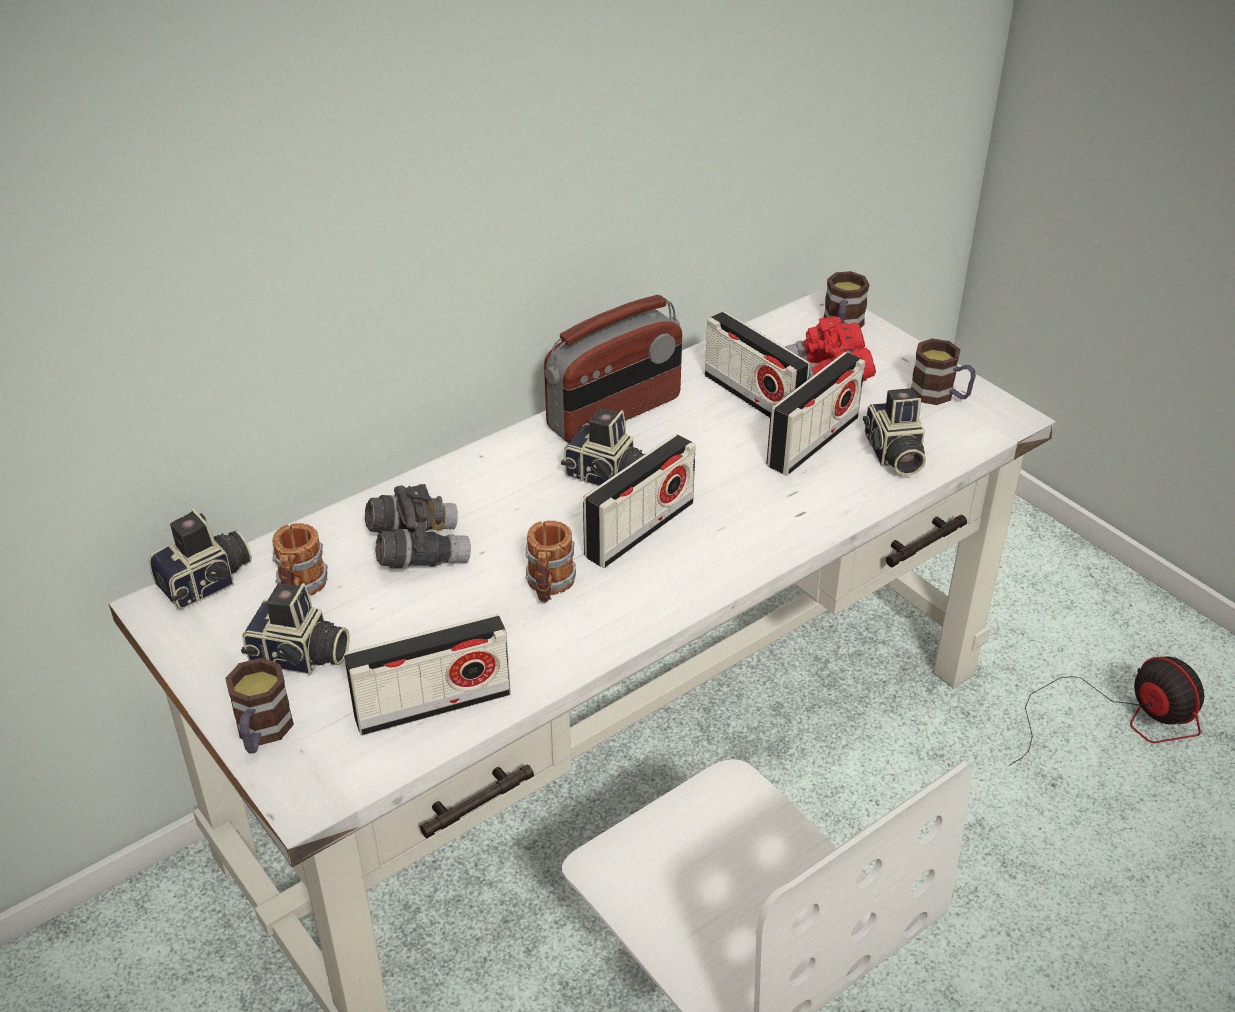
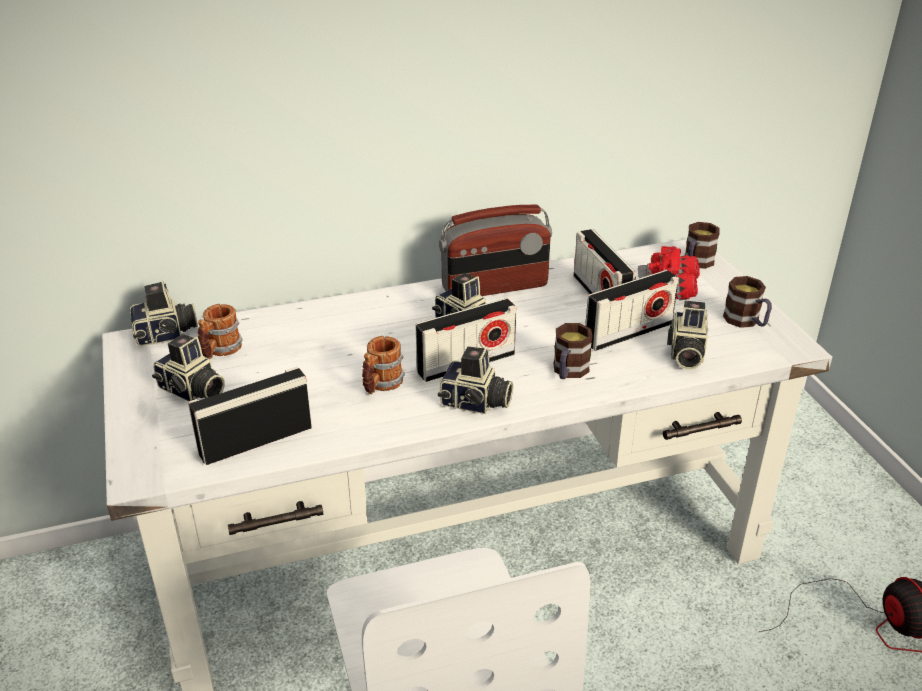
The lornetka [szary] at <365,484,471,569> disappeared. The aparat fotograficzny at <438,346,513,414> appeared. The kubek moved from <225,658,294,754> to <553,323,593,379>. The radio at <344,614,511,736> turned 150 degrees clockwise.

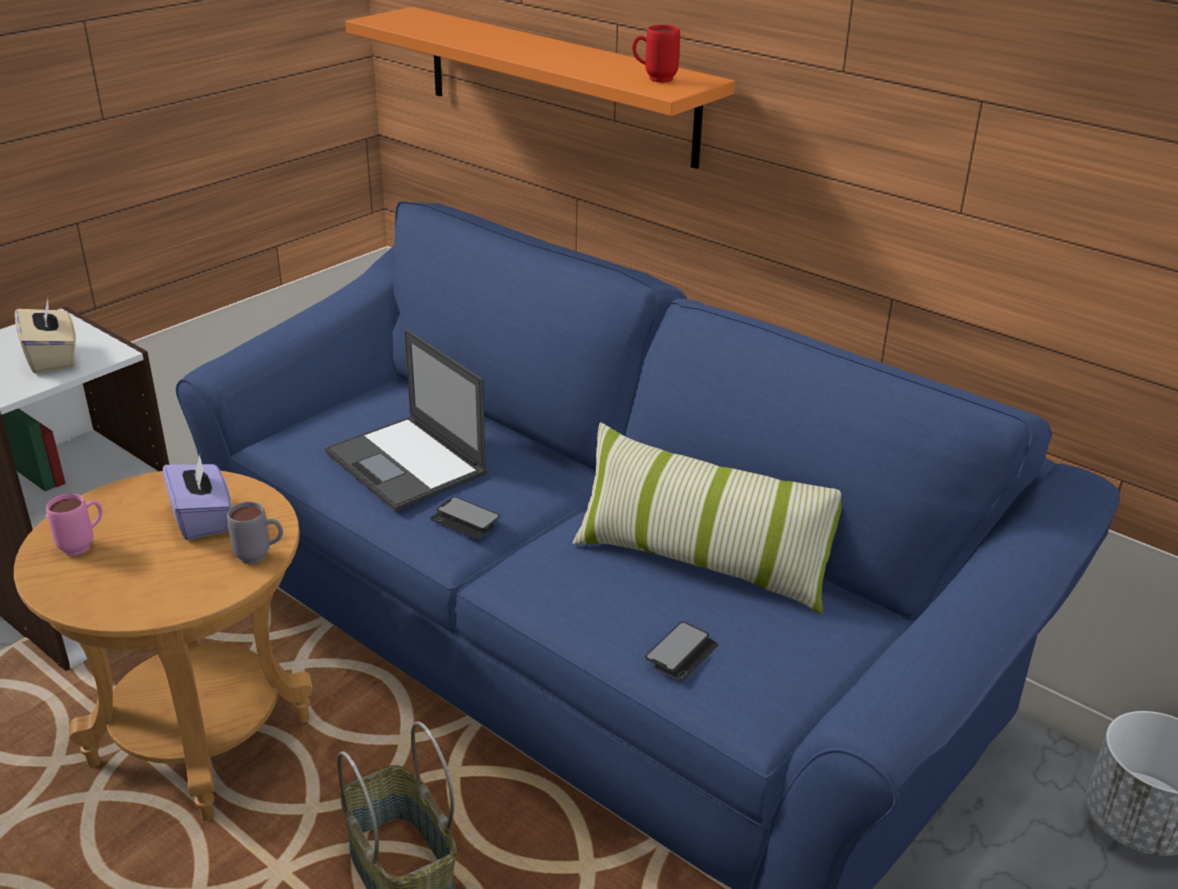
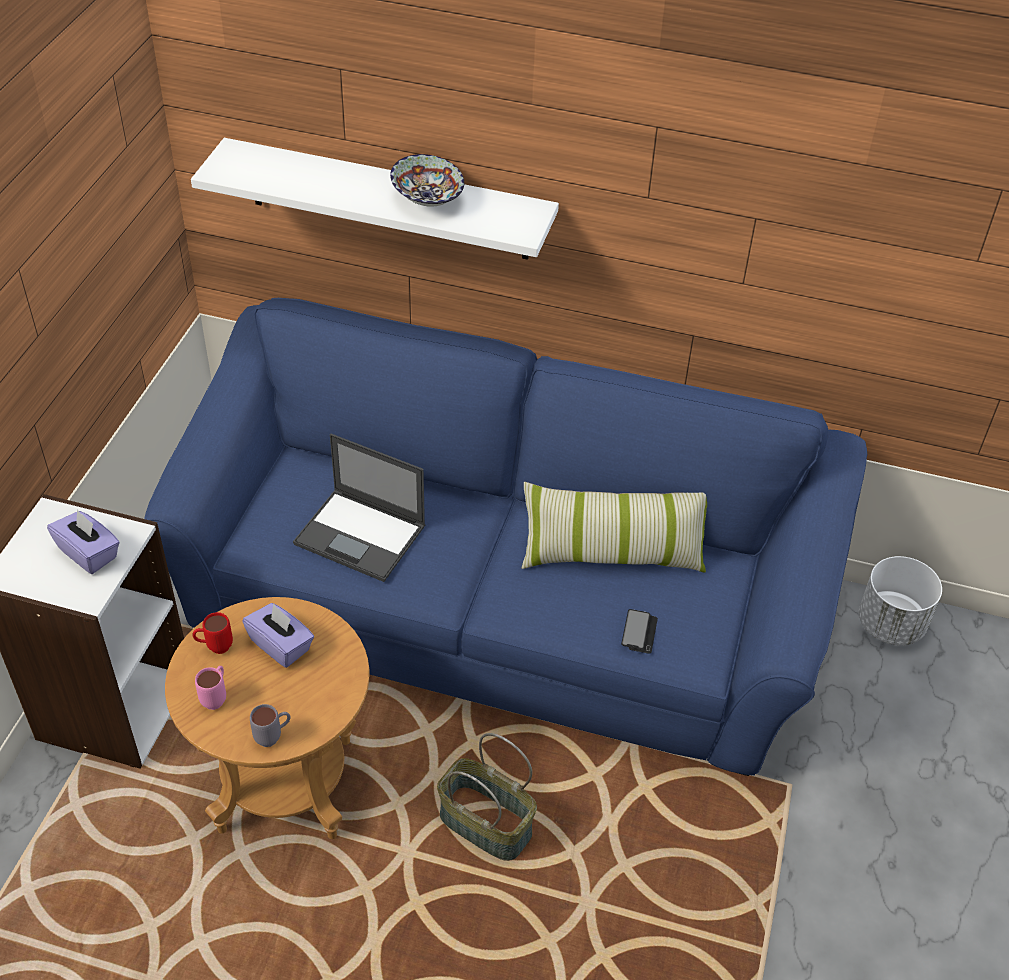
The telefon at <430,496,500,539> disappeared. The miska at <390,154,464,207> appeared. The kubek [szary] moved from <227,502,283,564> to <250,704,290,747>. The kubek [czerwony] moved from <632,25,680,82> to <192,612,233,654>. The pudełko chusteczek [beżowy] at <15,299,76,374> became the pudełko chusteczek [fioletowy] at <47,509,120,574>. The półka [pomarańczowy] at <345,7,735,169> became the półka [biały] at <191,138,559,260>.

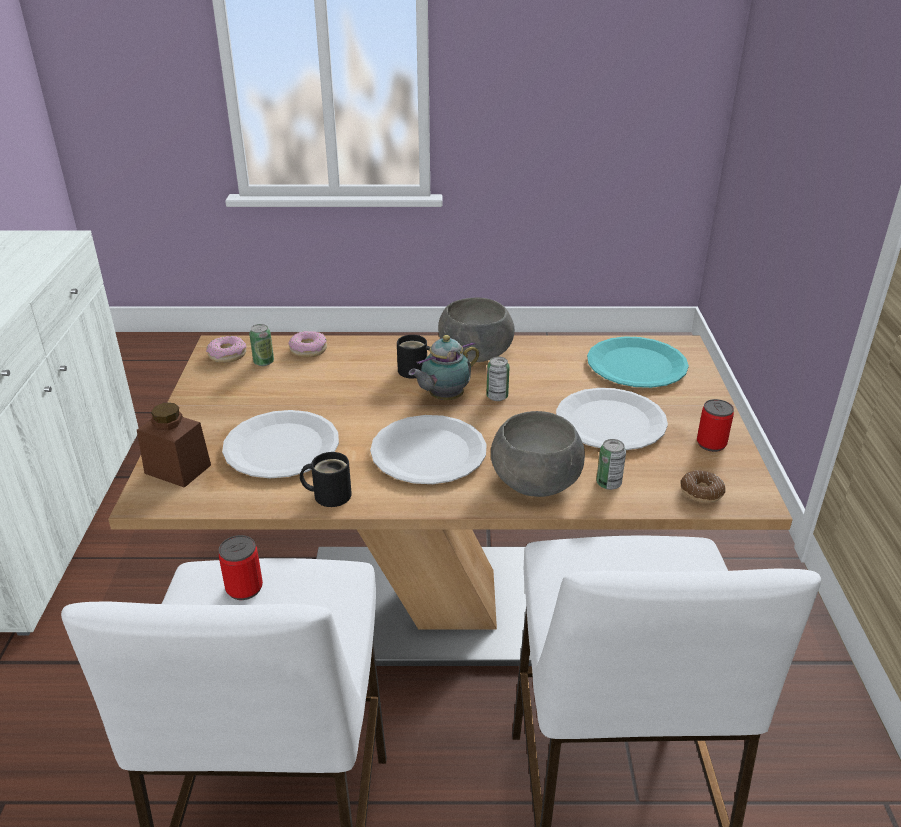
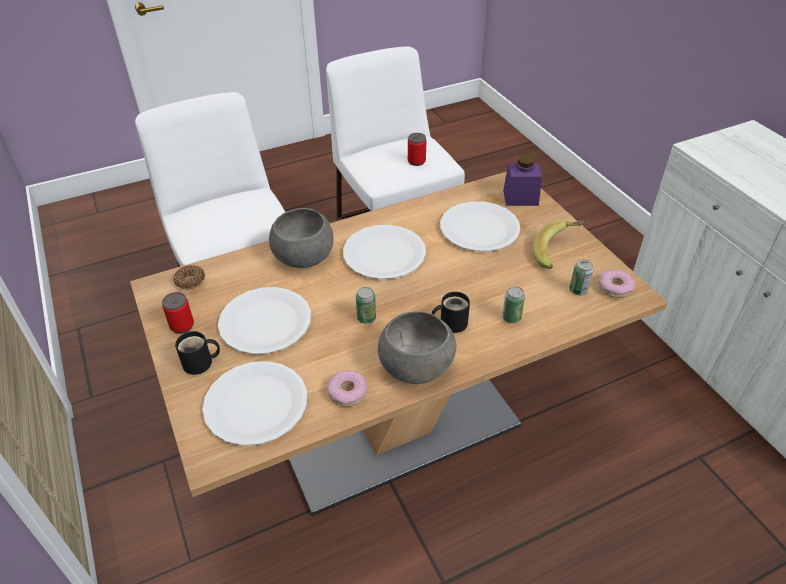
The imbryk at <409,335,479,400> disappeared. The banan at <533,220,588,269> appeared. The donut moved from <289,331,327,357> to <327,370,367,407>. The kubek [czarny] moved from <300,452,352,507> to <175,331,220,375>. The puszka moved from <596,439,626,490> to <502,286,525,323>. The słoik [brązowy] at <137,403,211,488> became the słoik [fioletowy] at <503,155,542,206>. The talerz [turkusowy] at <587,336,689,388> became the talerz [biały] at <202,361,307,446>.

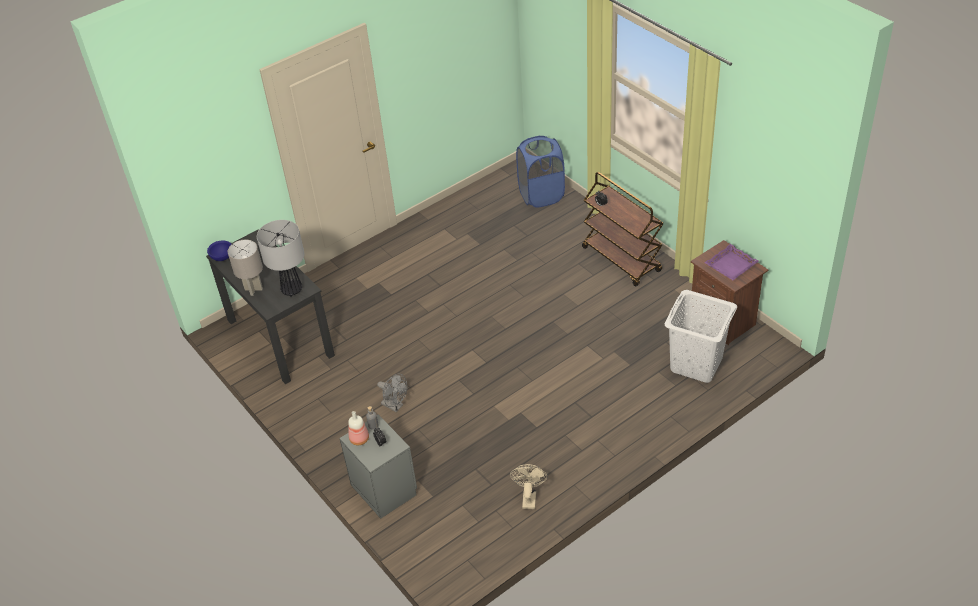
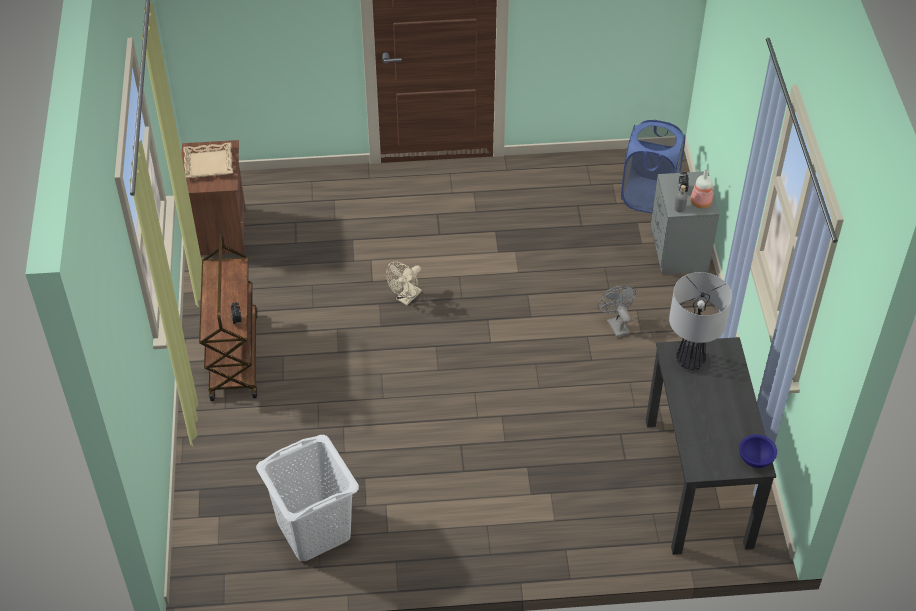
The lampa stołowa [szary] at <228,239,263,296> disappeared. The wentylator [beżowy] moved from <510,464,548,509> to <386,262,422,305>. The kosz na pranie [niebieski] moved from <516,135,565,208> to <621,120,686,213>. The kosz na pranie [biały] moved from <665,290,737,383> to <256,435,359,561>. The taca [fioletowy] at <704,244,759,280> became the taca [beżowy] at <183,143,233,178>.

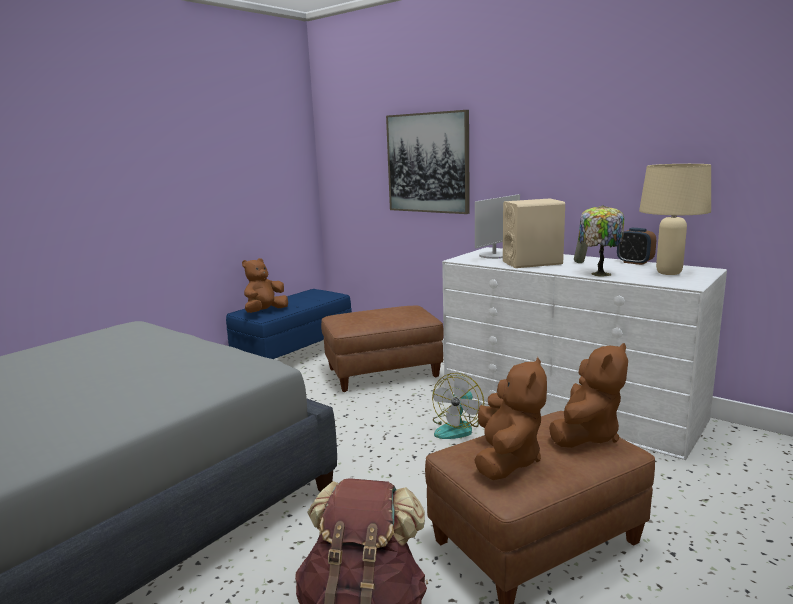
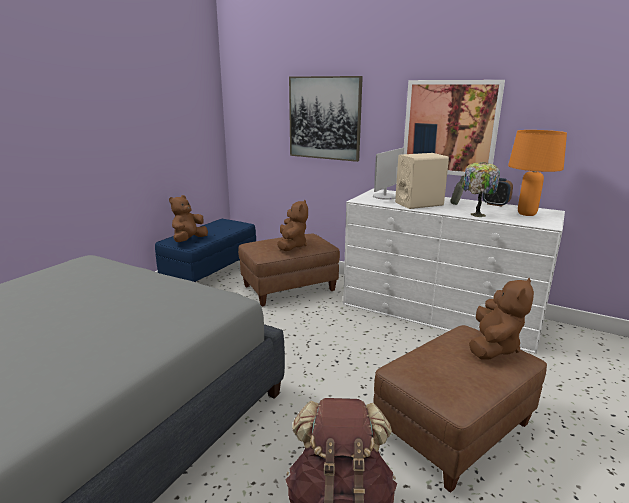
The wentylator at <432,373,484,439> disappeared. The obraz at <404,80,505,176> appeared. The pluszak [brązowy] moved from <474,357,547,480> to <277,200,308,251>. The lampa stołowa [beżowy] at <639,164,711,275> became the lampa stołowa [pomarańczowy] at <508,130,567,216>.

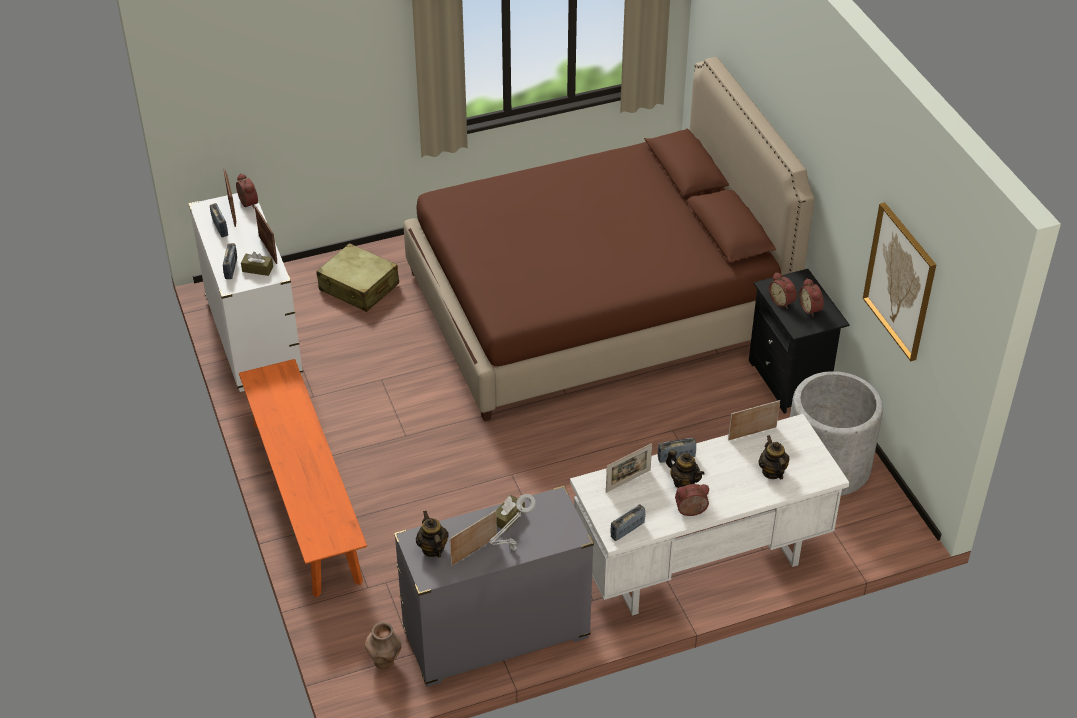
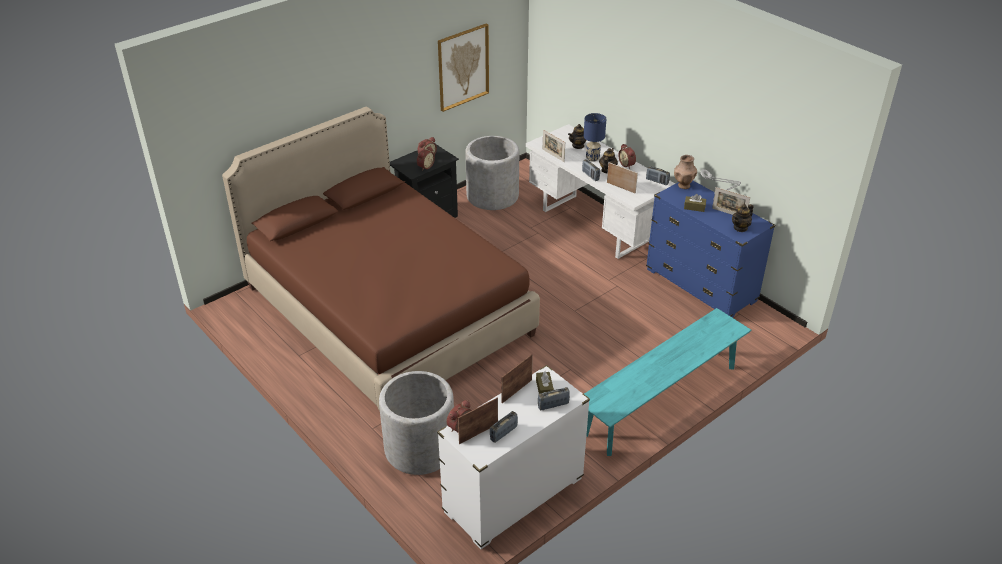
The lampa stołowa [niebieski] at <584,113,606,162> appeared. The wazon [brązowy] moved from <365,622,401,669> to <674,155,697,189>. The walizka [beżowy] at <316,243,399,312> was replaced by the donica [szary] at <379,371,454,475>. The ławka [pomarańczowy] at <239,359,367,597> became the ławka [turkusowy] at <584,308,751,456>. The komoda [szary] at <394,486,594,687> became the komoda [niebieski] at <646,181,775,318>.

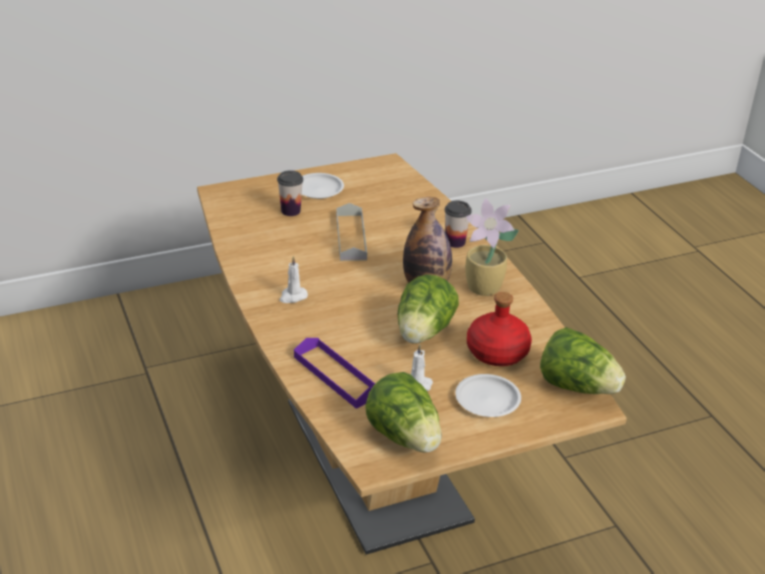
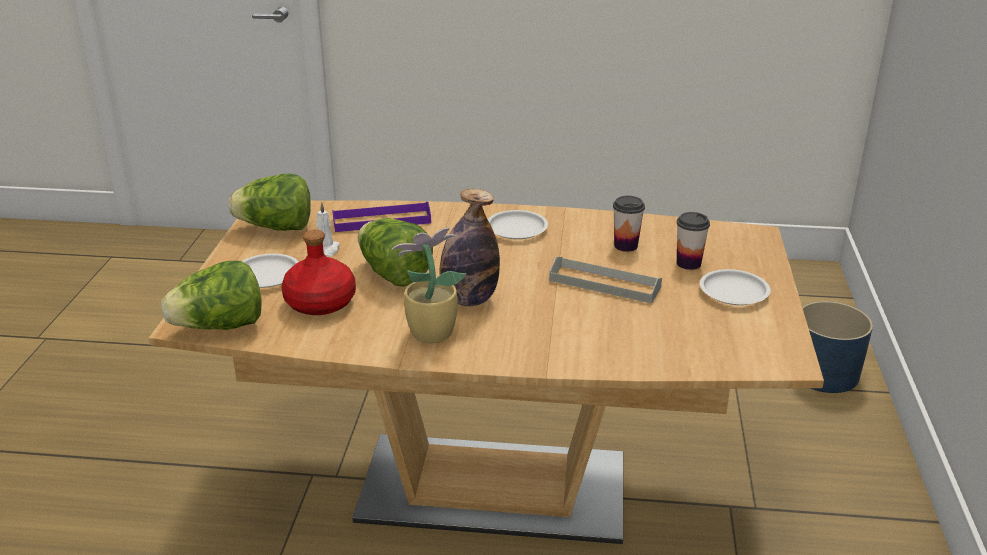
The donica [niebieski] at <802,301,873,393> appeared. The filiżanka moved from <445,201,472,248> to <613,196,645,252>. The świeca [biały] at <280,256,308,303> was replaced by the talerz [biały] at <488,210,548,239>.

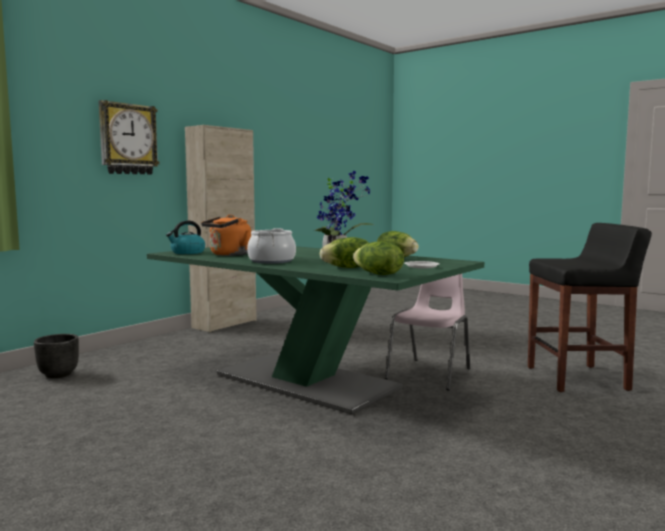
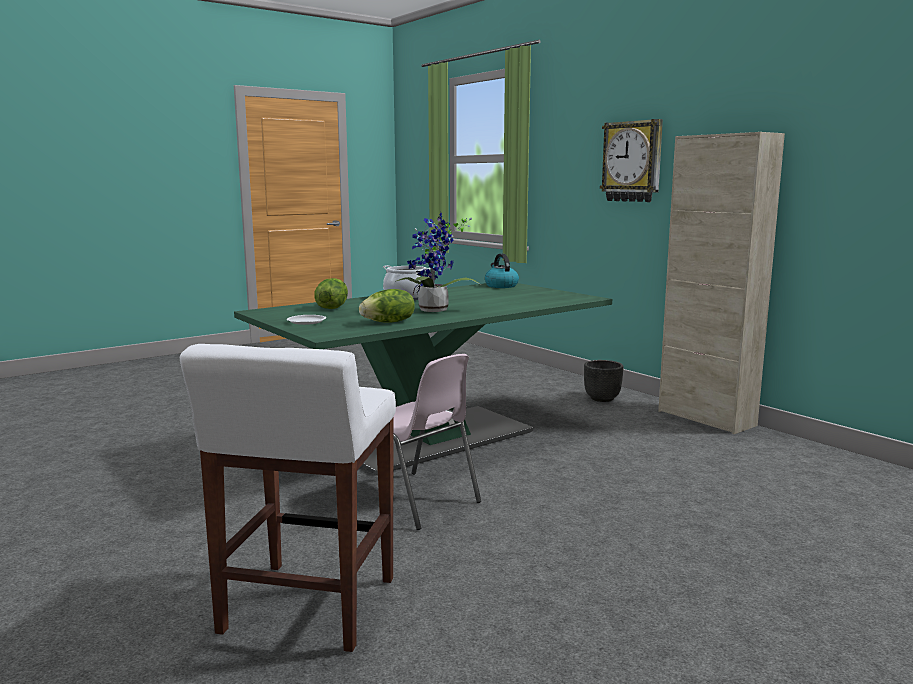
The czajnik [pomarańczowy] at <201,215,251,256> disappeared. The sałata at <353,241,404,275> disappeared. The donica [czarny] moved from <34,334,79,378> to <584,360,624,402>. The stołek [czarny] at <528,223,652,392> became the stołek [biały] at <180,344,396,652>.

